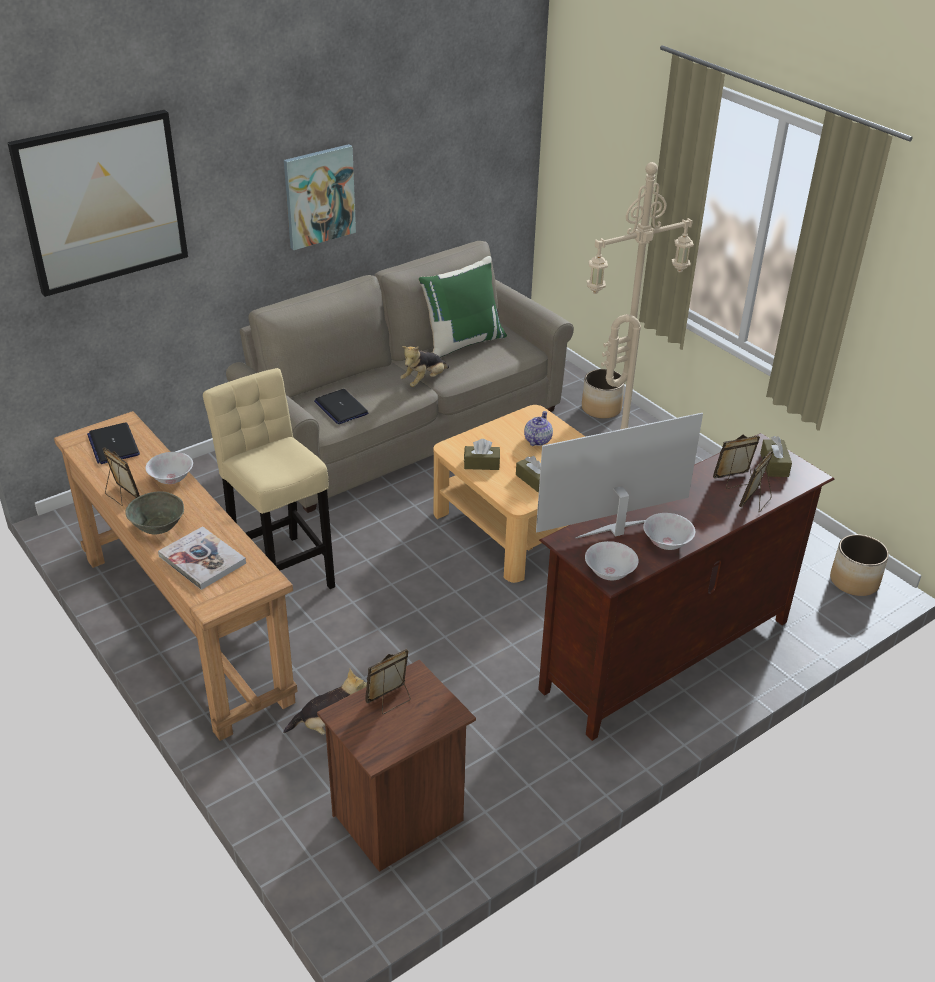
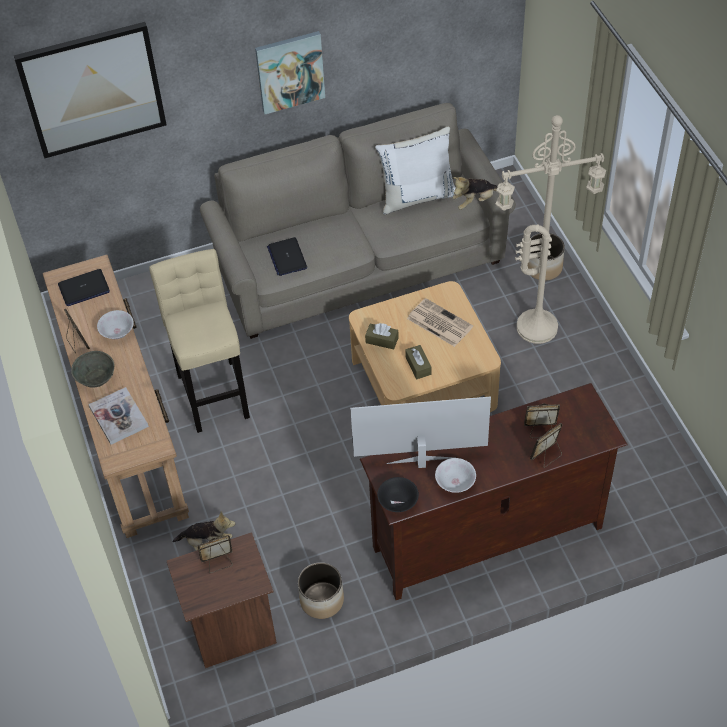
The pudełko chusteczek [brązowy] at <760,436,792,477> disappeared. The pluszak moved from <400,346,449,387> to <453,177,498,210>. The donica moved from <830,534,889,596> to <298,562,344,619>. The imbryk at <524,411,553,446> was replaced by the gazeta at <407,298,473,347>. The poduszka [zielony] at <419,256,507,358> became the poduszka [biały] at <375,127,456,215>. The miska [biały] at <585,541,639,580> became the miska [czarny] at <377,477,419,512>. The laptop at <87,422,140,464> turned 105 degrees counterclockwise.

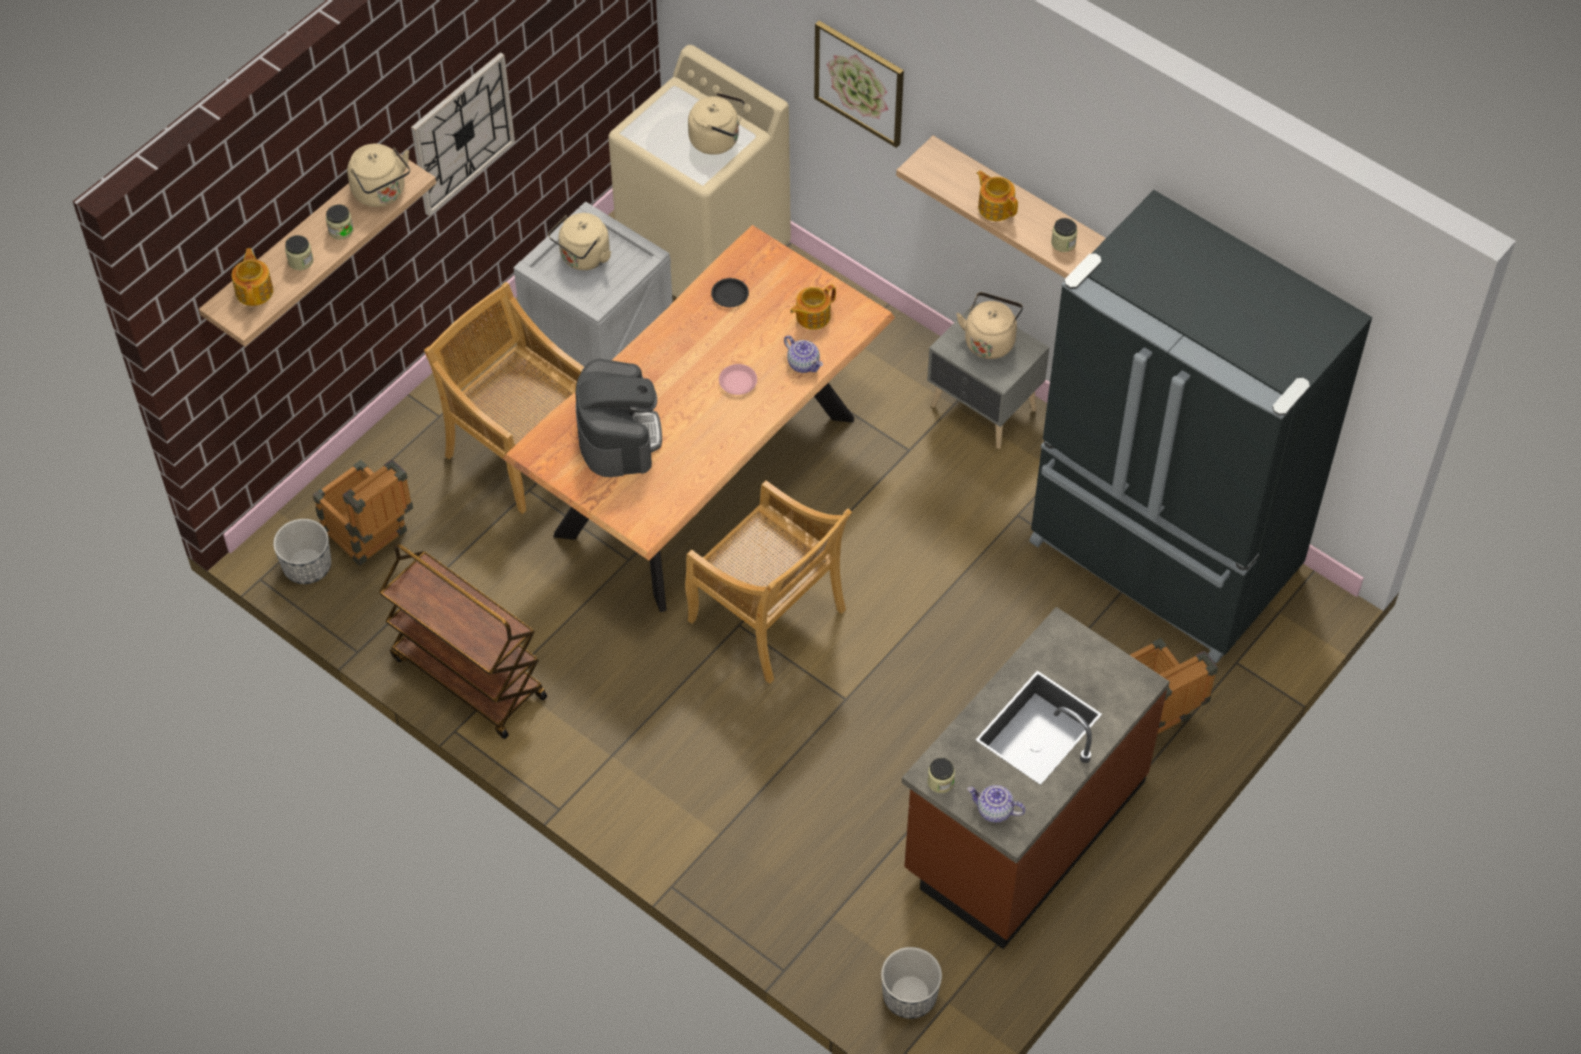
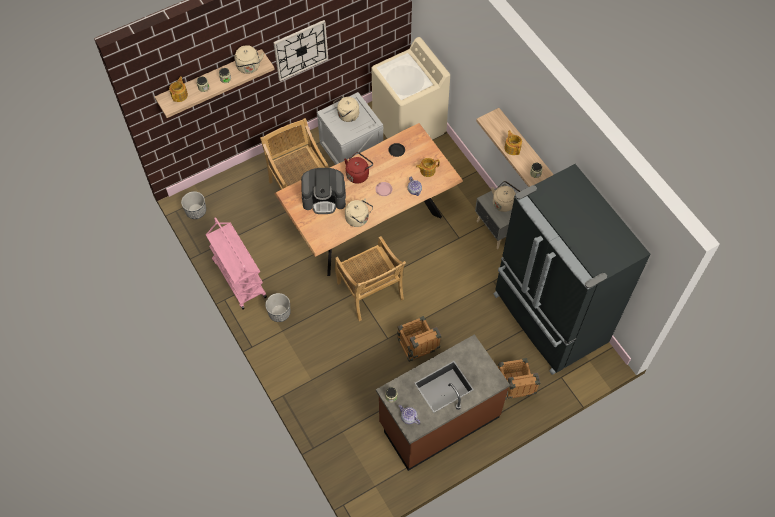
The obraz at <814,21,904,148> disappeared. The czajnik [czerwony] at <344,152,373,184> appeared. The skrzynka moved from <313,459,413,566> to <397,316,441,362>. The czajnik [beżowy] moved from <688,92,745,155> to <345,198,373,227>. The donica moved from <881,947,942,1019> to <265,293,291,322>. The wózek [brązowy] at <379,543,547,739> became the wózek [różowy] at <206,217,267,310>. The ekspres do kawy at <575,359,662,477> turned 75 degrees clockwise.

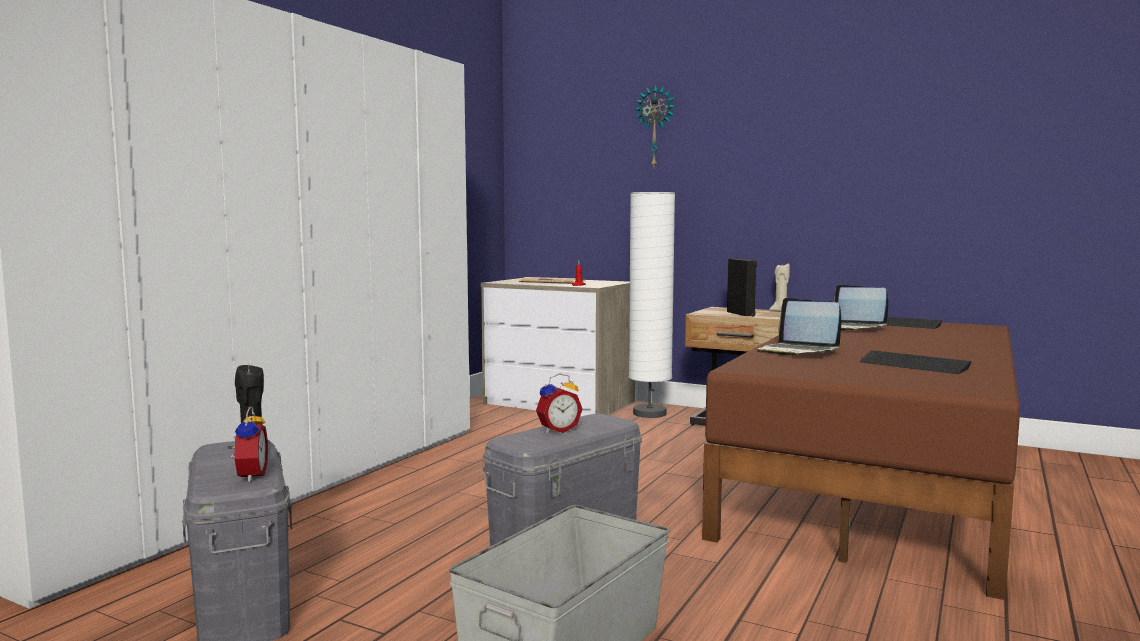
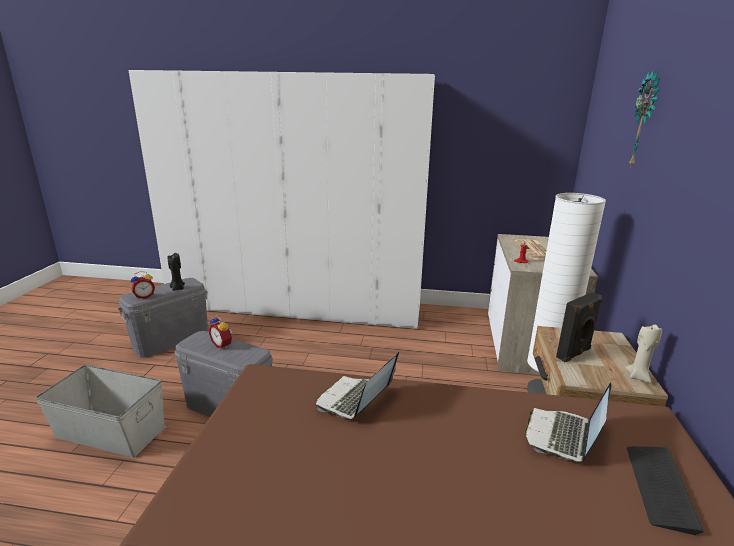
The klawiatura at <860,350,971,374> disappeared.

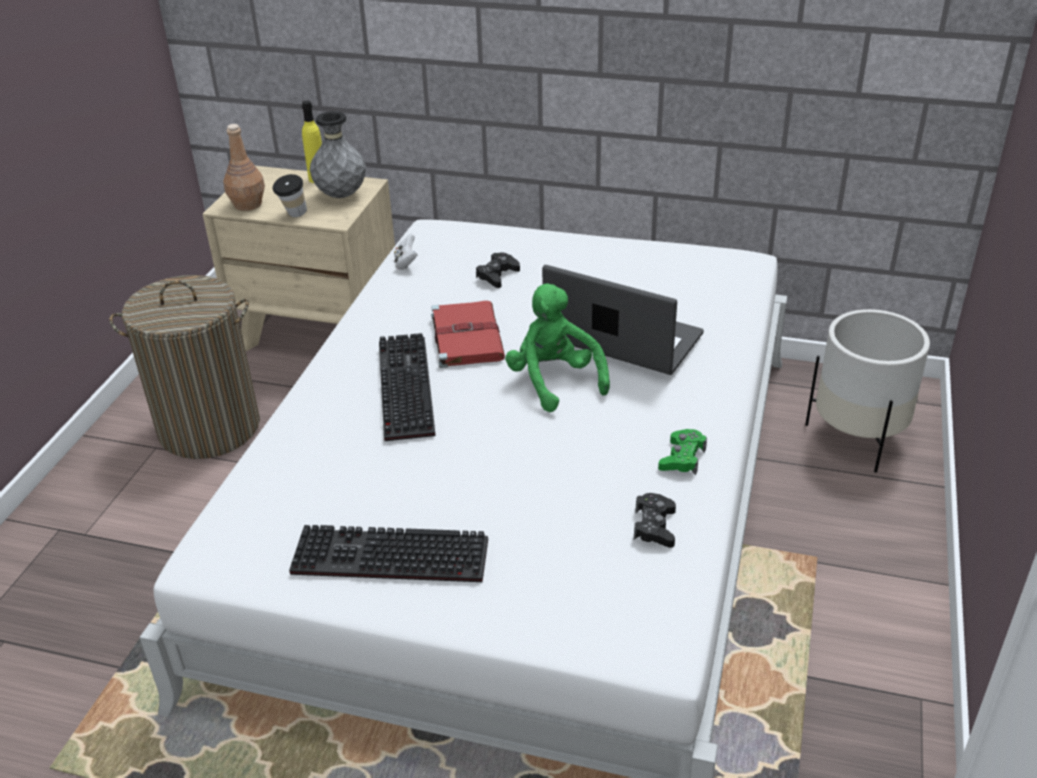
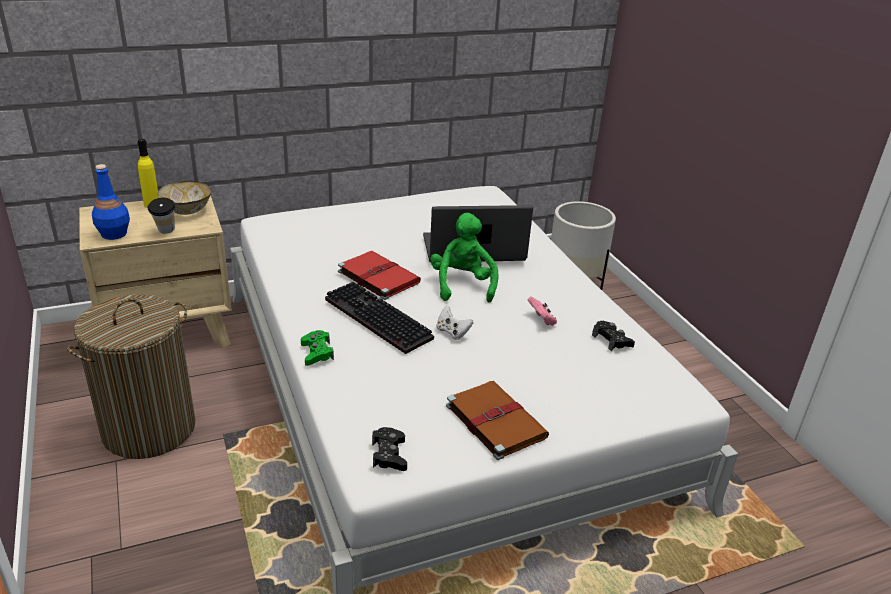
The pad do gier [różowy] at <527,297,557,326> appeared. The pad do gier [biały] moved from <394,234,417,270> to <436,306,473,340>. The pad do gier [czarny] moved from <476,252,520,288> to <372,427,407,471>. The pad do gier [zielony] moved from <658,429,707,475> to <301,330,334,366>. The klawiatura at <289,525,488,582> was replaced by the książka [brązowy] at <446,381,549,460>. The wazon [szary] at <310,111,366,198> was replaced by the miska at <157,181,211,215>. The butelka [brązowy] at <223,124,265,211> became the butelka [niebieski] at <92,164,130,240>. The pluszak [zielony] at <505,283,610,412> turned 60 degrees clockwise.

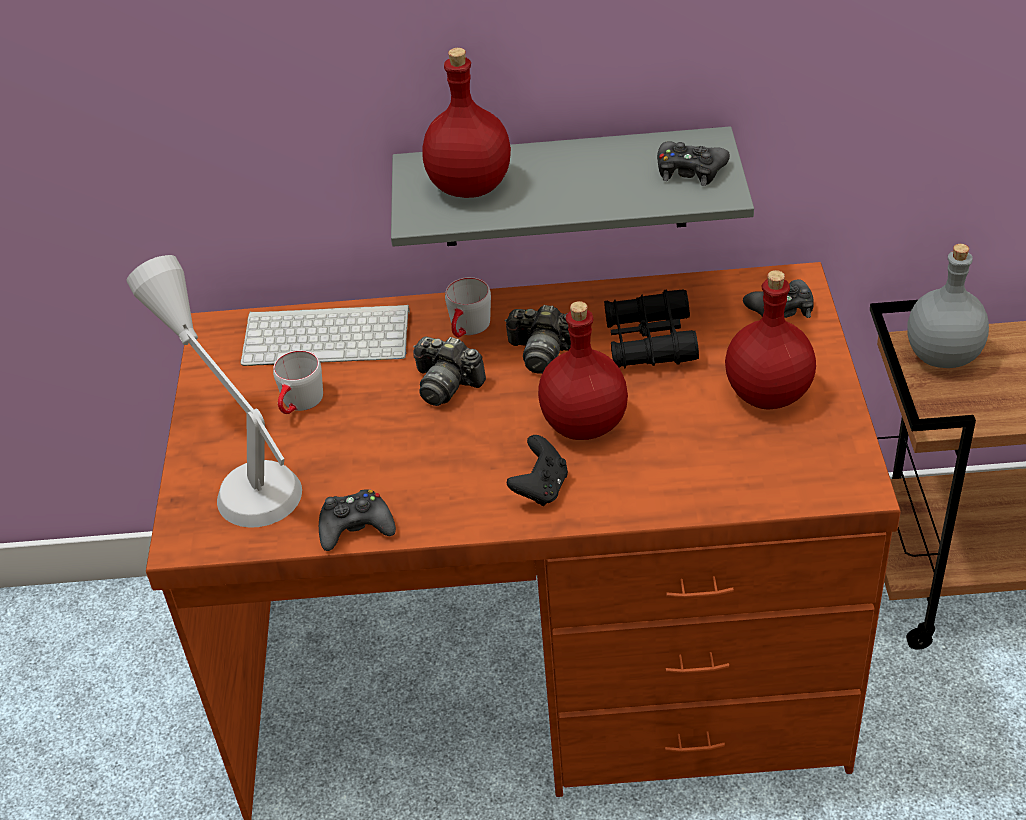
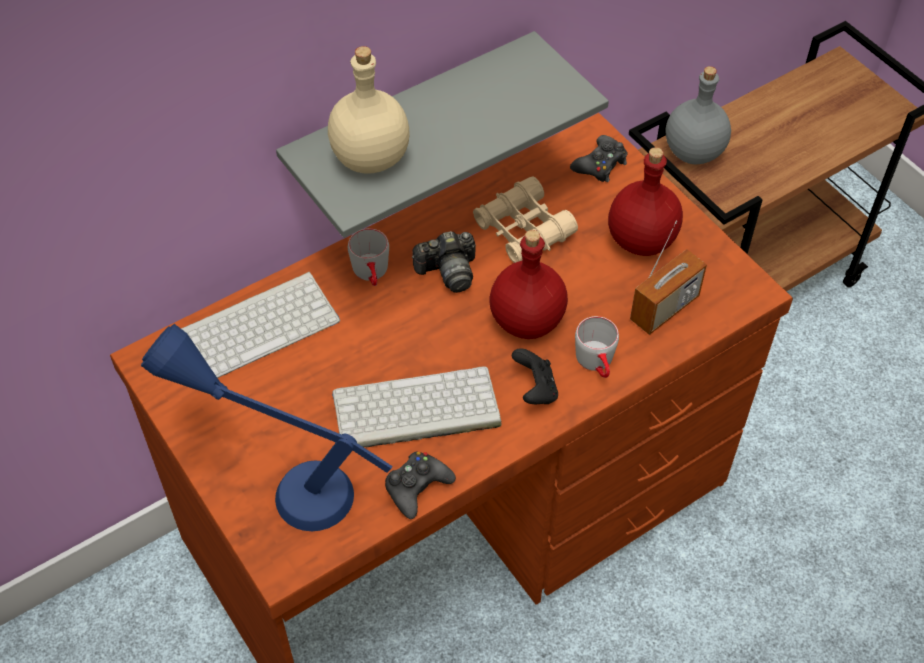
The aparat fotograficzny at <413,336,486,406> disappeared. The pad do gier [czarny] at <657,142,730,186> disappeared. The klawiatura at <332,366,501,447> appeared. The radio at <630,221,707,335> appeared. The kubek [szary] moved from <273,350,323,414> to <575,316,619,378>. The lampa stołowa [szary] at <127,255,302,528> became the lampa stołowa [niebieski] at <141,324,393,531>. The butelka [czerwony] at <422,48,511,198> became the butelka [beżowy] at <328,46,410,174>. The lornetka [czarny] at <604,289,699,369> became the lornetka [beżowy] at <473,176,578,263>.

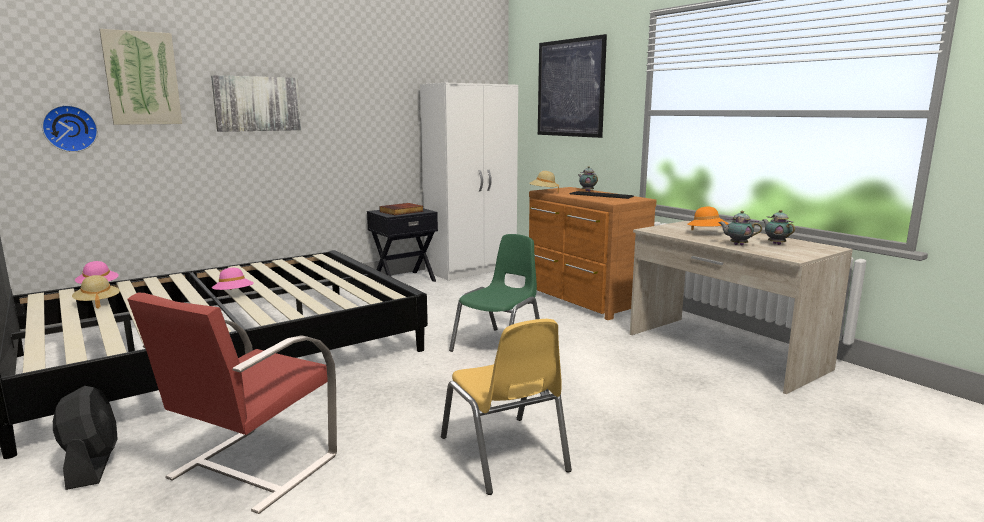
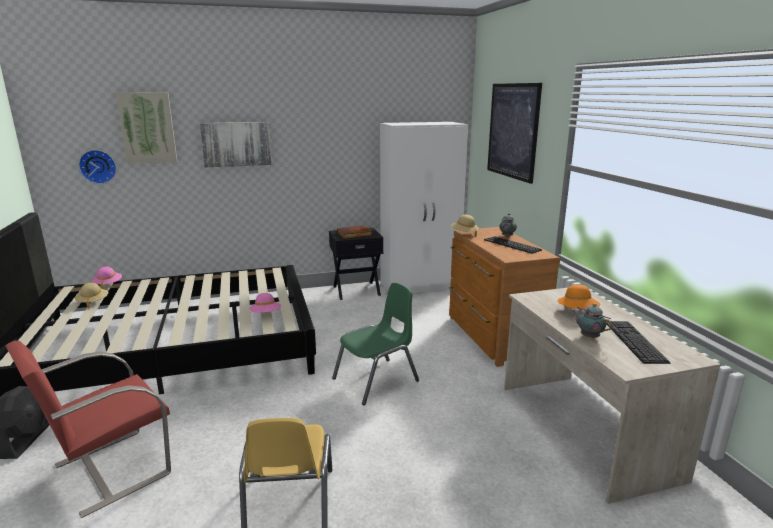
The kapelusz [różowy] moved from <212,268,254,290> to <249,293,281,313>. The imbryk at <763,210,795,245> was replaced by the klawiatura at <606,321,671,364>.

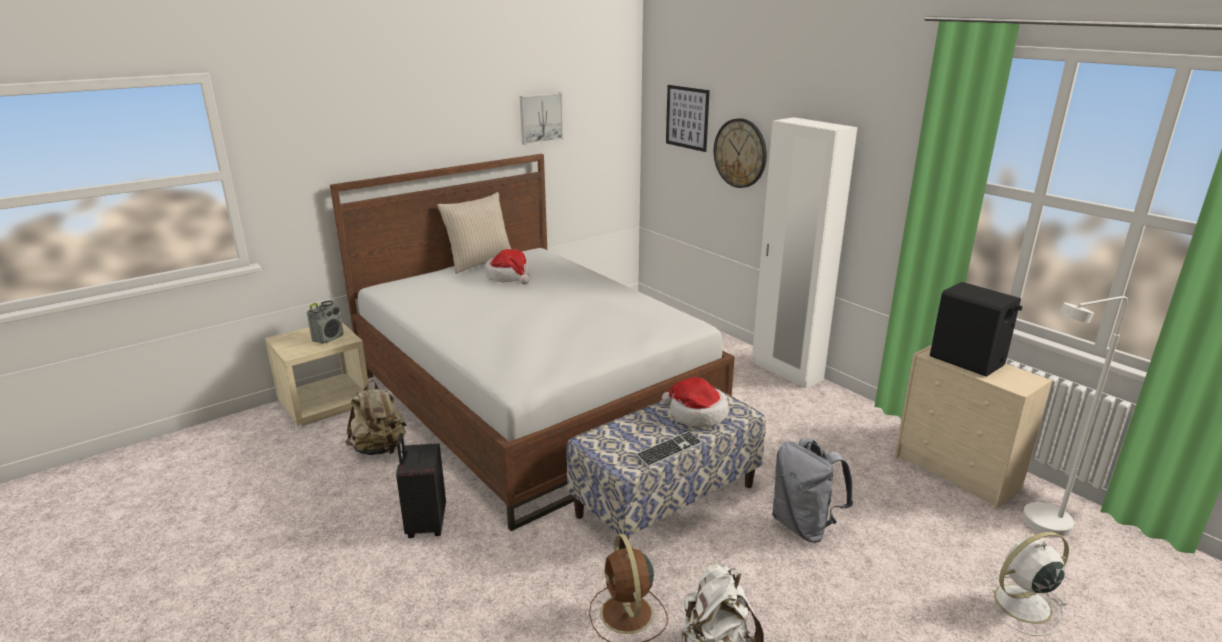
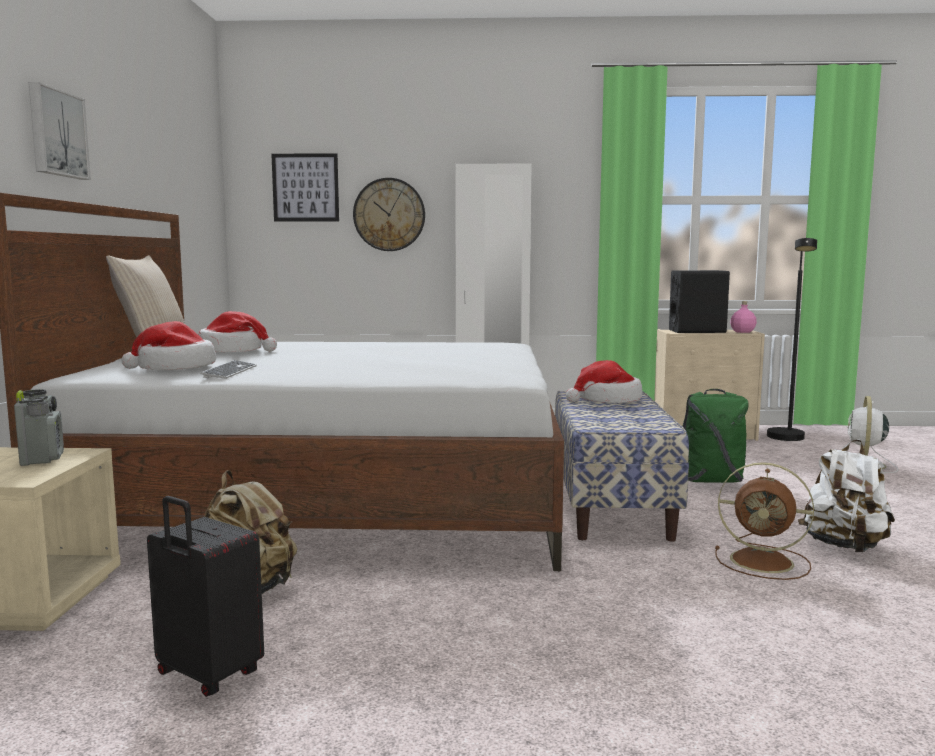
The kapelusz at <121,321,216,370> appeared. The butelka [różowy] at <730,301,757,333> appeared. The walizka [czarny] moved from <396,433,446,538> to <147,496,264,697>. The obraz moved from <520,93,563,145> to <29,82,91,180>. The klawiatura moved from <635,431,702,467> to <201,360,257,379>. The plecak [szary] at <772,438,853,542> became the plecak [zielony] at <682,389,748,483>. The lampa stojąca [biały] at <1022,296,1128,537> became the lampa stojąca [czarny] at <767,238,817,441>.

